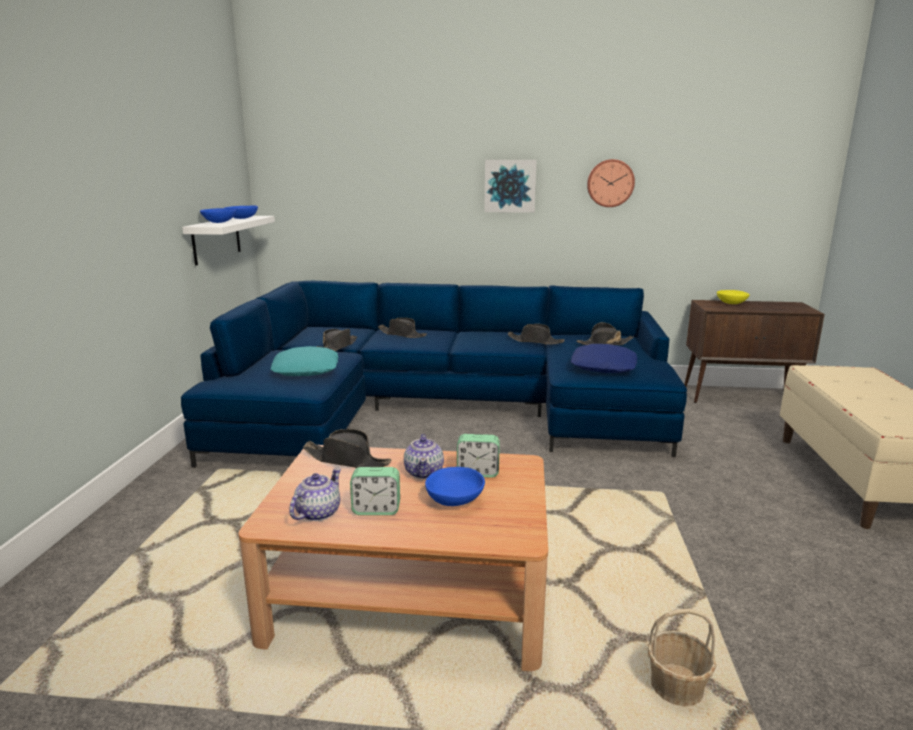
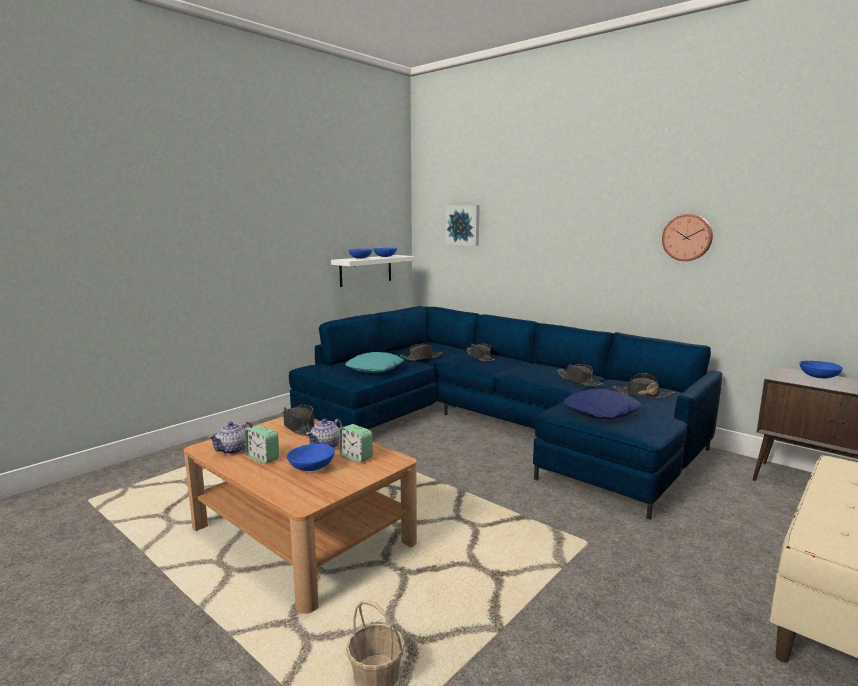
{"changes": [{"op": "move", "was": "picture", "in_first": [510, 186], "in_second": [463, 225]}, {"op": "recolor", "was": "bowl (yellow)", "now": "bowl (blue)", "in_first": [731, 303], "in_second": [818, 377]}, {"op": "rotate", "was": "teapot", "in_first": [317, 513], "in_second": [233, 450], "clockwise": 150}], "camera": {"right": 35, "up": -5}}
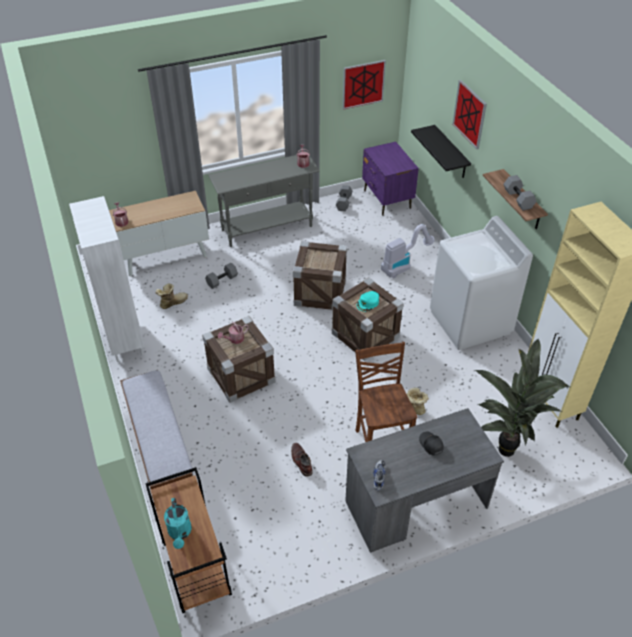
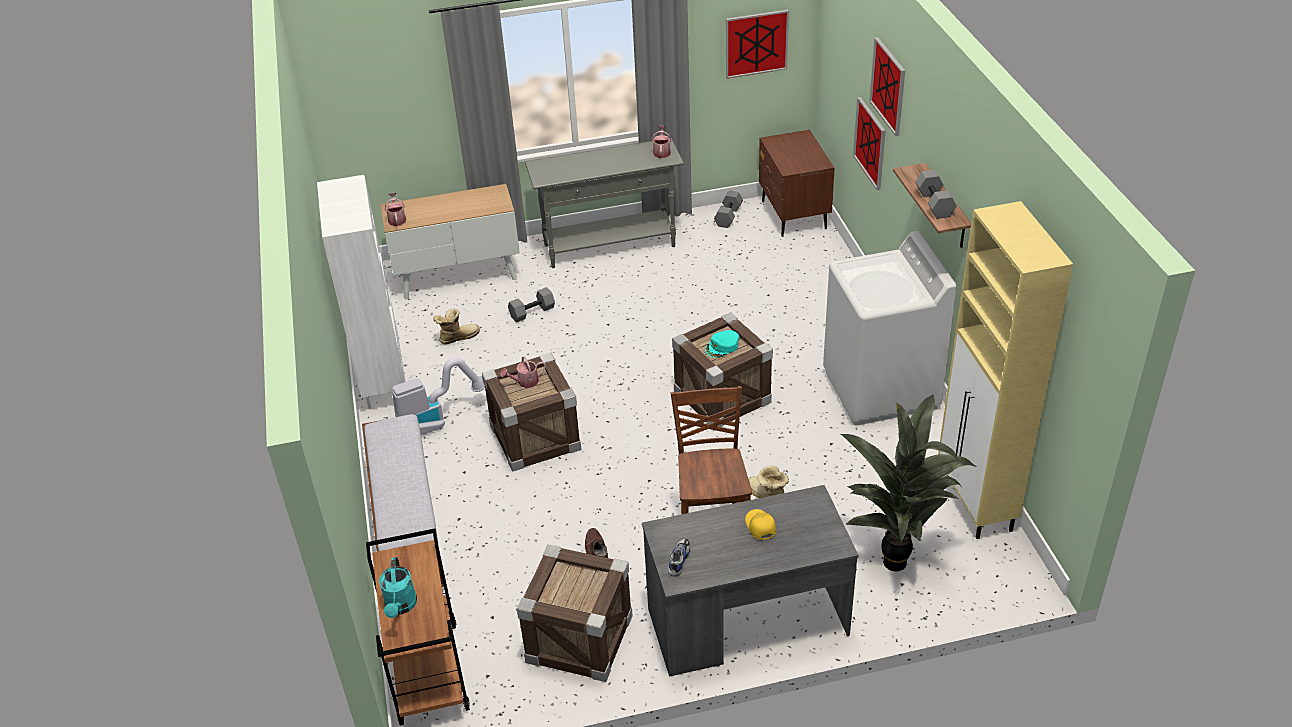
{"changes": [{"op": "move", "was": "crate", "in_first": [320, 292], "in_second": [579, 639]}, {"op": "move", "was": "vacuum cleaner", "in_first": [403, 265], "in_second": [437, 421]}, {"op": "replace", "was": "shelf (black)", "now": "picture", "in_first": [451, 152], "in_second": [870, 143]}, {"op": "recolor", "was": "nightstand (purple)", "now": "nightstand (brown)", "in_first": [387, 200], "in_second": [793, 215]}, {"op": "recolor", "was": "cap (black)", "now": "cap (yellow)", "in_first": [430, 445], "in_second": [760, 527]}], "camera": {"right": 10, "up": -5}}
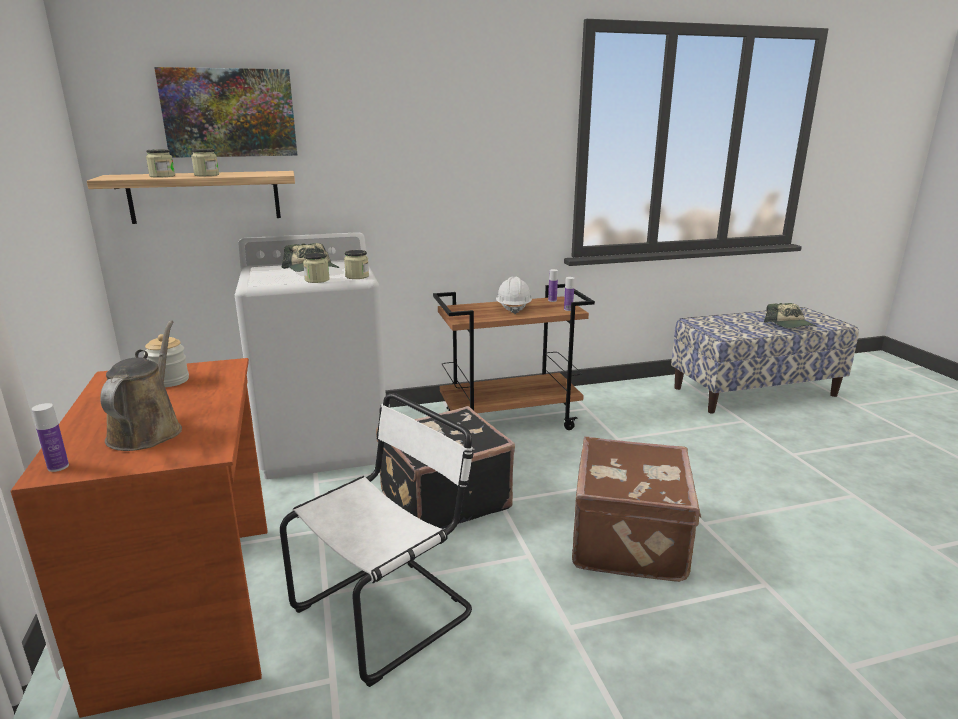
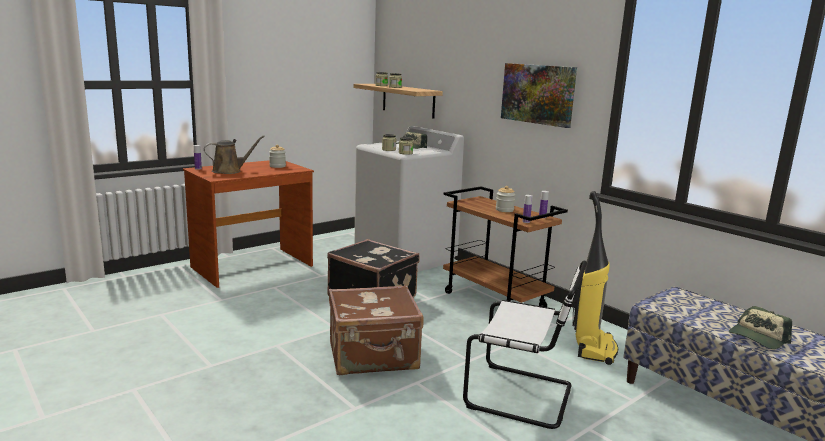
{"changes": [{"op": "insert", "now": "vacuum cleaner", "in_second": [593, 348]}, {"op": "move", "was": "picture", "in_first": [229, 113], "in_second": [538, 94]}, {"op": "move", "was": "chair (white)", "in_first": [389, 609], "in_second": [523, 396]}, {"op": "replace", "was": "hard hat (white)", "now": "jar", "in_first": [513, 308], "in_second": [504, 210]}], "camera": {"right": 65, "up": -5}}
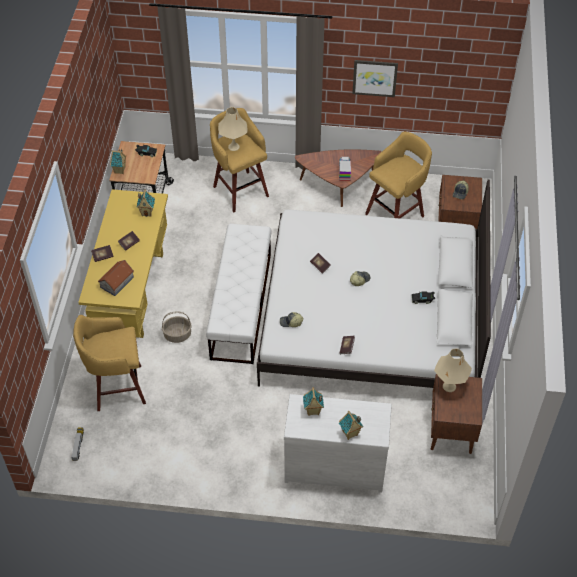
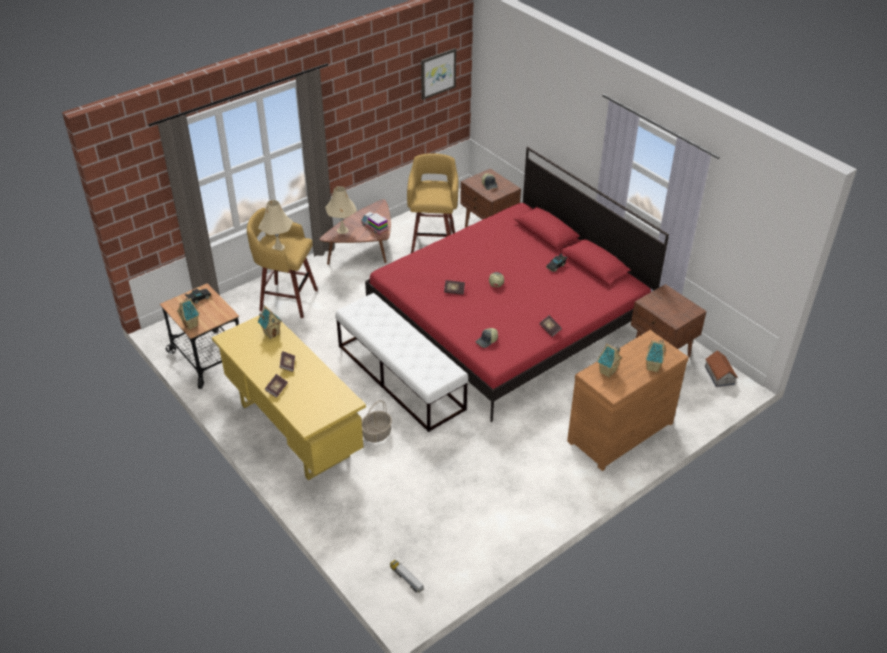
{"changes": [{"op": "delete", "was": "stool (yellow)", "in_first": [117, 388]}, {"op": "move", "was": "toy house", "in_first": [116, 282], "in_second": [719, 375]}, {"op": "move", "was": "picture", "in_first": [374, 77], "in_second": [437, 73]}, {"op": "move", "was": "table lamp (beige)", "in_first": [449, 386], "in_second": [342, 230]}, {"op": "recolor", "was": "bed (white)", "now": "bed (red)", "in_first": [371, 317], "in_second": [508, 319]}, {"op": "recolor", "was": "dresser (white)", "now": "dresser (brown)", "in_first": [334, 464], "in_second": [617, 431]}], "camera": {"right": -45, "up": -10}}
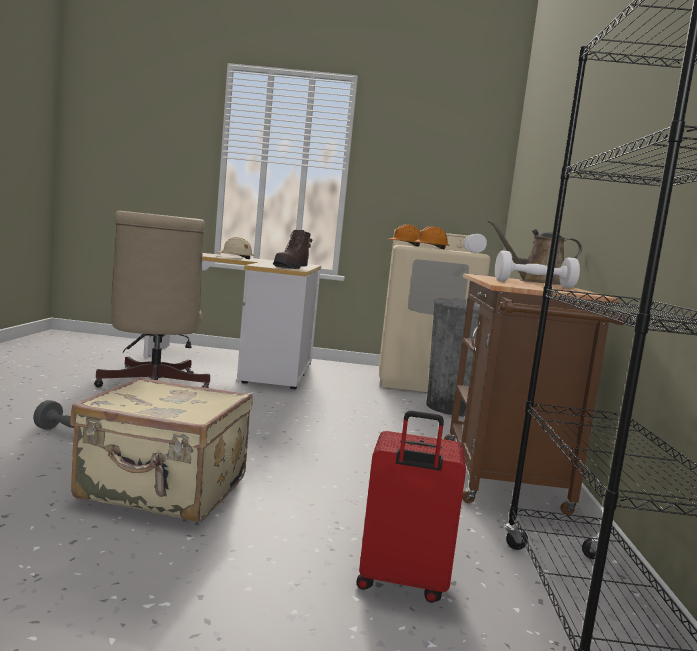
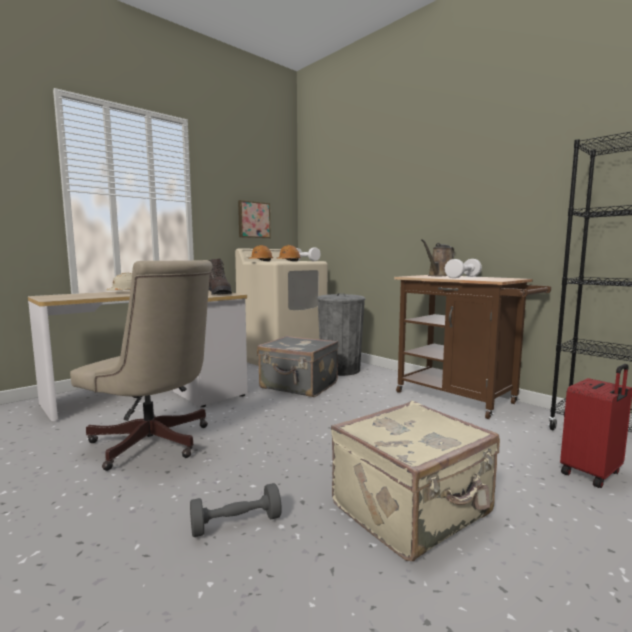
{"changes": [{"op": "insert", "now": "picture", "in_second": [253, 220]}, {"op": "insert", "now": "suitcase (grey)", "in_second": [299, 386]}], "camera": {"right": -45, "up": 0}}
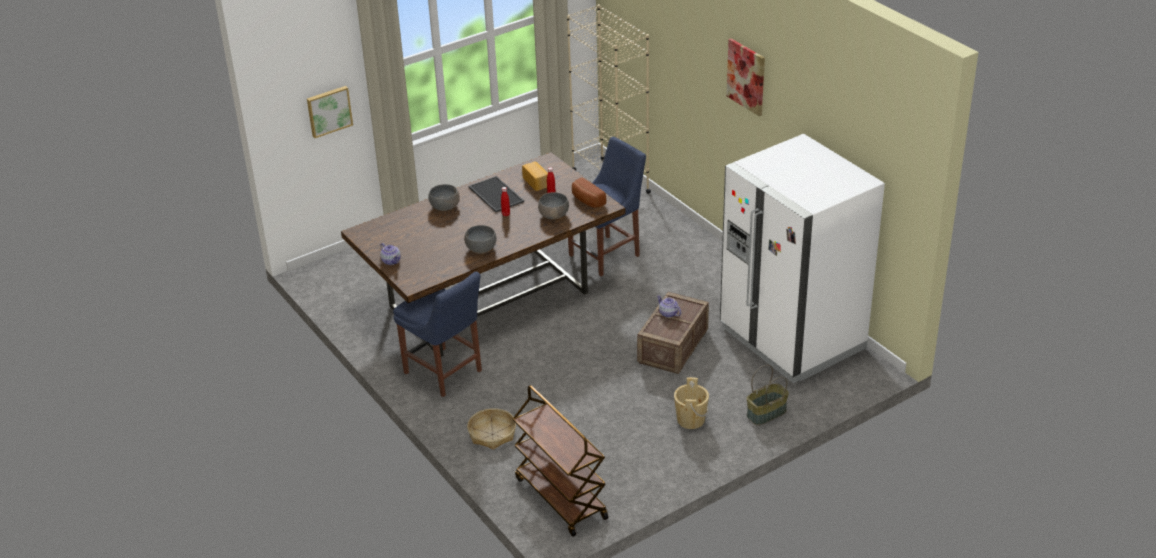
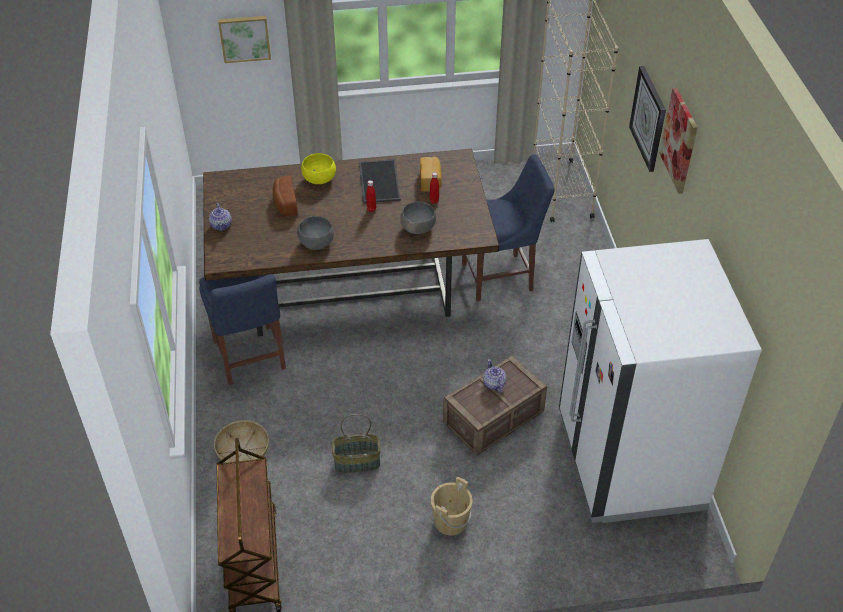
{"changes": [{"op": "insert", "now": "wall clock", "in_second": [648, 118]}, {"op": "move", "was": "bread", "in_first": [586, 201], "in_second": [284, 203]}, {"op": "move", "was": "basket", "in_first": [766, 414], "in_second": [356, 462]}, {"op": "recolor", "was": "bowl (grey)", "now": "bowl (yellow)", "in_first": [445, 207], "in_second": [319, 179]}], "camera": {"right": 25, "up": 10}}
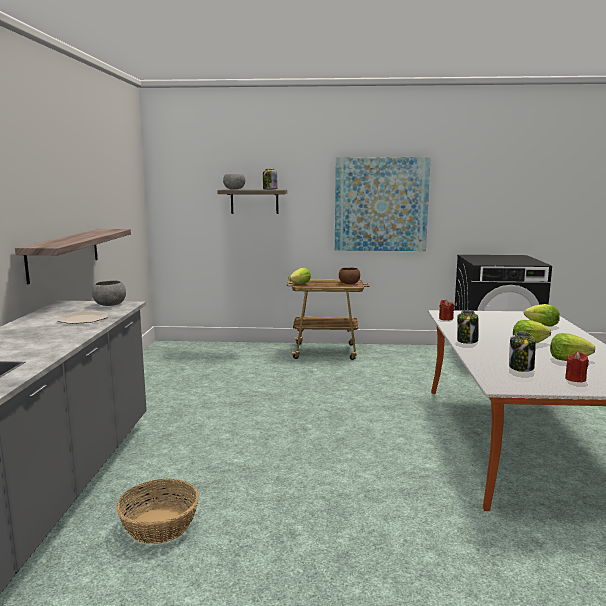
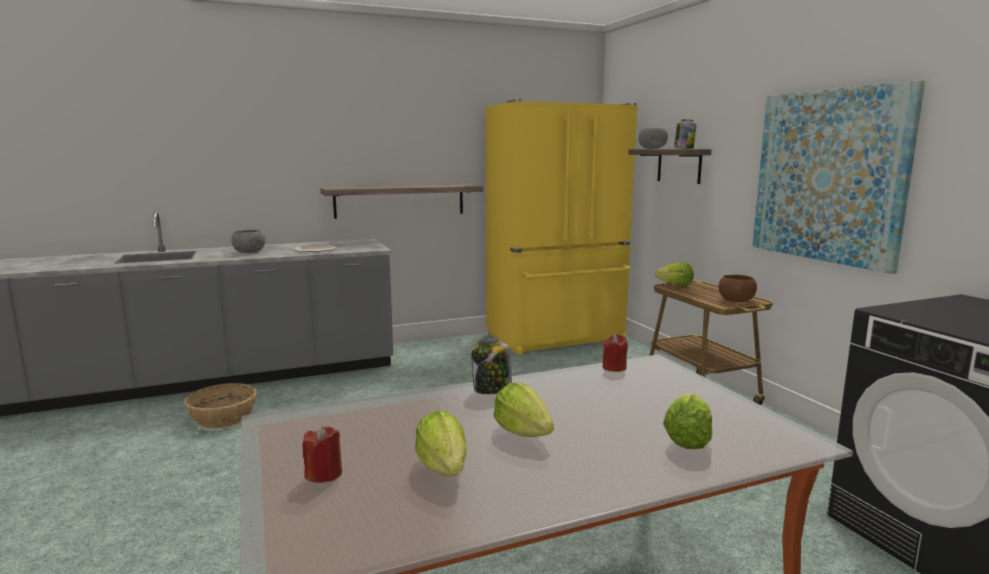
{"changes": [{"op": "delete", "was": "jar", "in_first": [521, 367]}, {"op": "insert", "now": "fridge (yellow)", "in_second": [557, 337]}, {"op": "move", "was": "bowl (grey)", "in_first": [110, 304], "in_second": [250, 252]}], "camera": {"right": 65, "up": 0}}
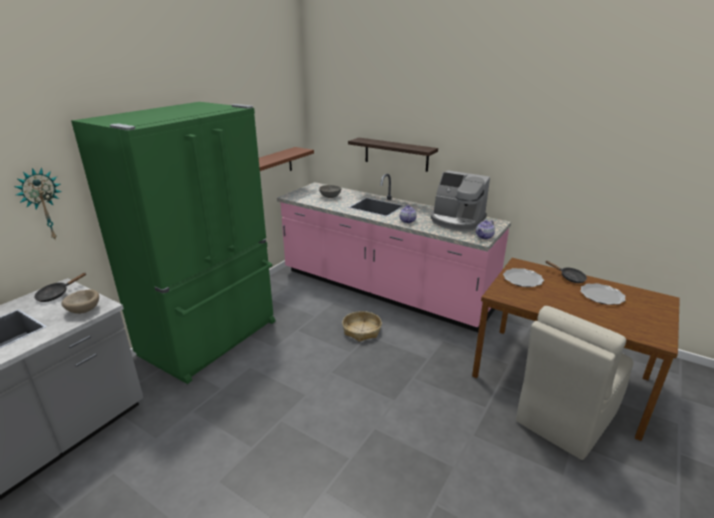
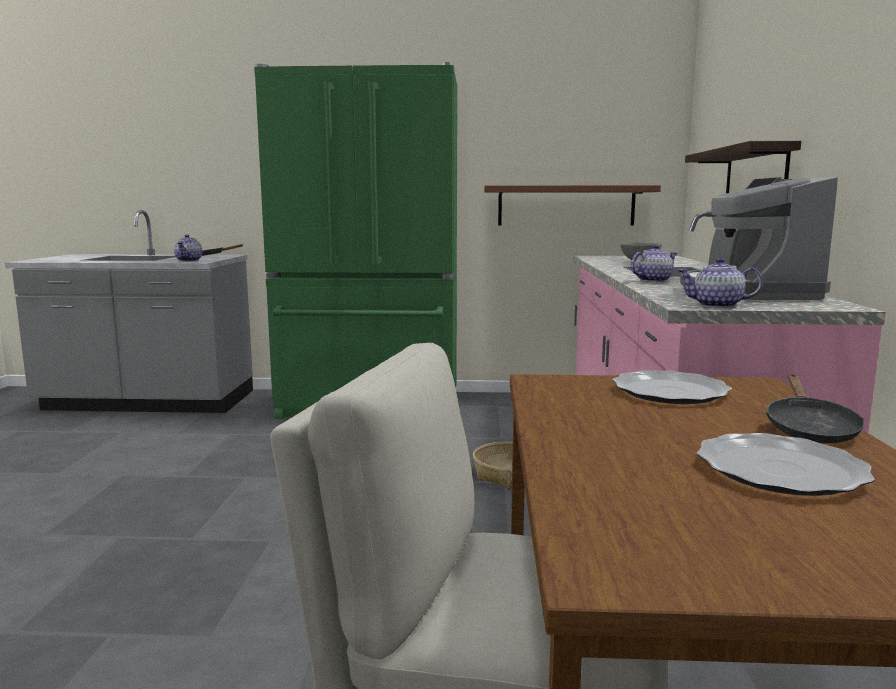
{"changes": [{"op": "delete", "was": "wall clock", "in_first": [42, 205]}, {"op": "replace", "was": "bowl (beige)", "now": "teapot", "in_first": [84, 310], "in_second": [189, 260]}], "camera": {"right": 60, "up": -15}}
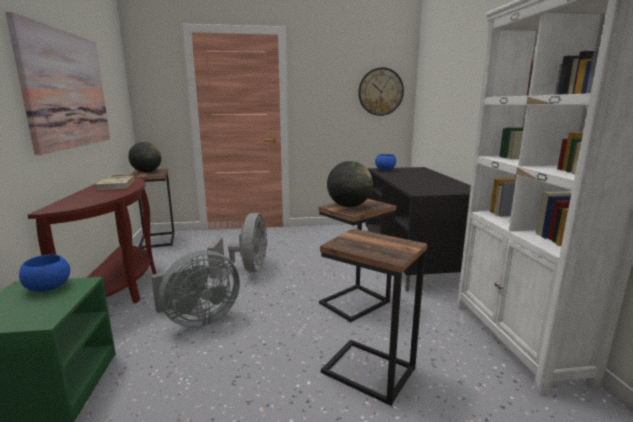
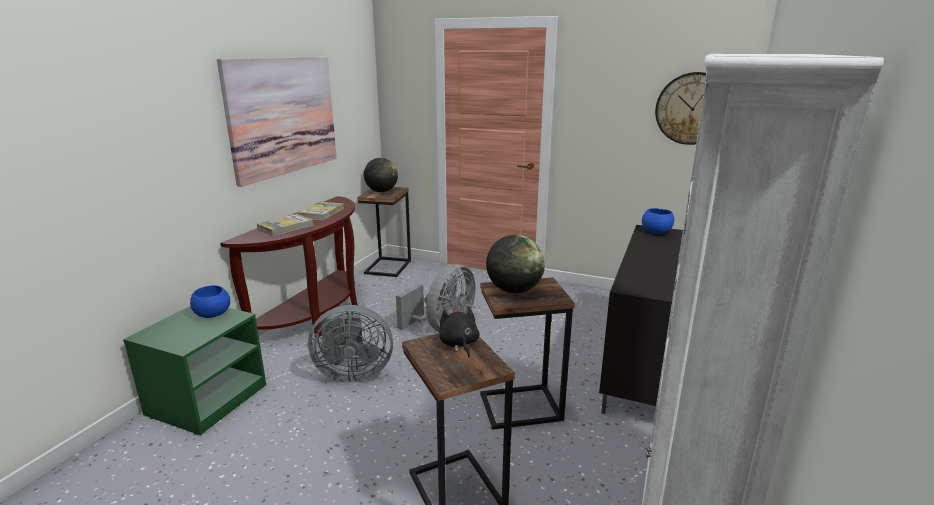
{"changes": [{"op": "insert", "now": "book", "in_second": [285, 227]}, {"op": "insert", "now": "plush toy (black)", "in_second": [459, 344]}], "camera": {"right": 30, "up": 5}}
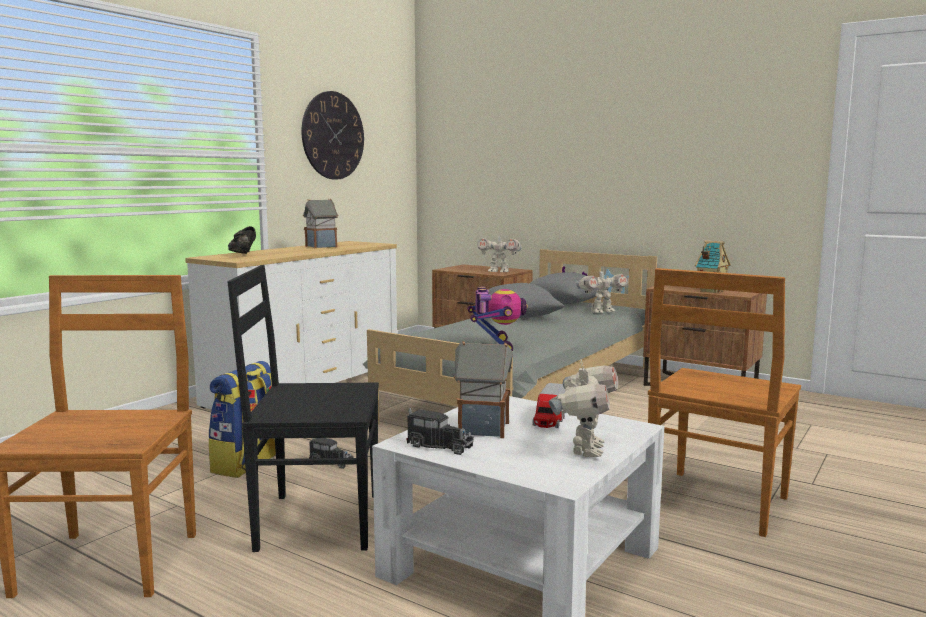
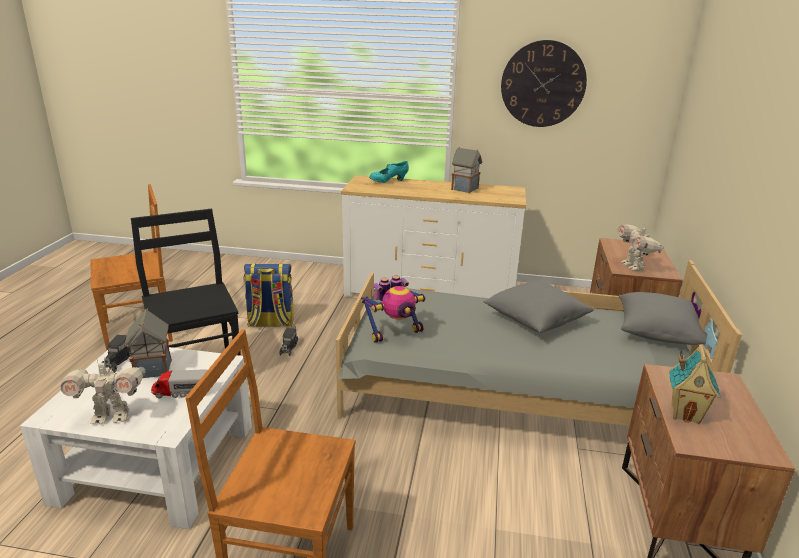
{"changes": [{"op": "delete", "was": "toy robot", "in_first": [601, 312]}, {"op": "recolor", "was": "shoe (black)", "now": "shoe (turquoise)", "in_first": [243, 254], "in_second": [388, 181]}], "camera": {"right": 65, "up": 15}}
